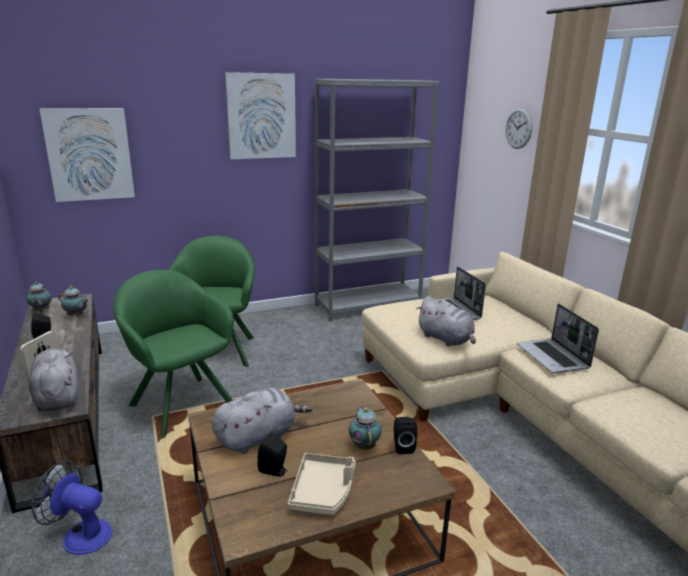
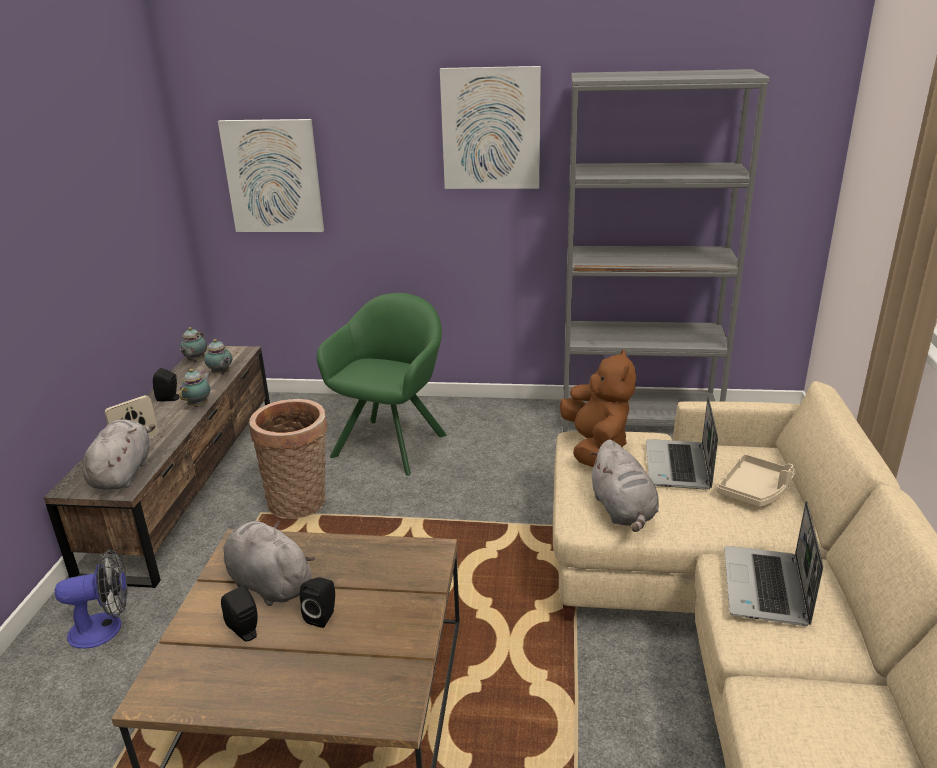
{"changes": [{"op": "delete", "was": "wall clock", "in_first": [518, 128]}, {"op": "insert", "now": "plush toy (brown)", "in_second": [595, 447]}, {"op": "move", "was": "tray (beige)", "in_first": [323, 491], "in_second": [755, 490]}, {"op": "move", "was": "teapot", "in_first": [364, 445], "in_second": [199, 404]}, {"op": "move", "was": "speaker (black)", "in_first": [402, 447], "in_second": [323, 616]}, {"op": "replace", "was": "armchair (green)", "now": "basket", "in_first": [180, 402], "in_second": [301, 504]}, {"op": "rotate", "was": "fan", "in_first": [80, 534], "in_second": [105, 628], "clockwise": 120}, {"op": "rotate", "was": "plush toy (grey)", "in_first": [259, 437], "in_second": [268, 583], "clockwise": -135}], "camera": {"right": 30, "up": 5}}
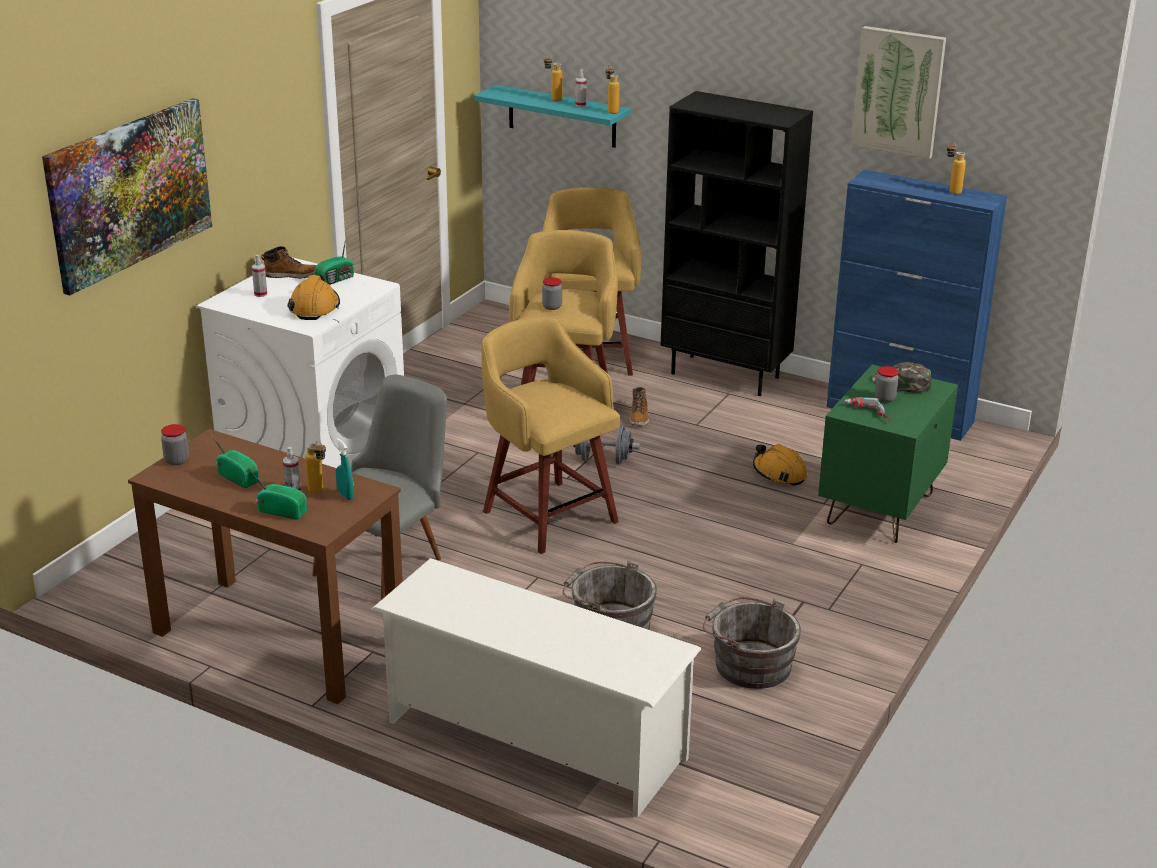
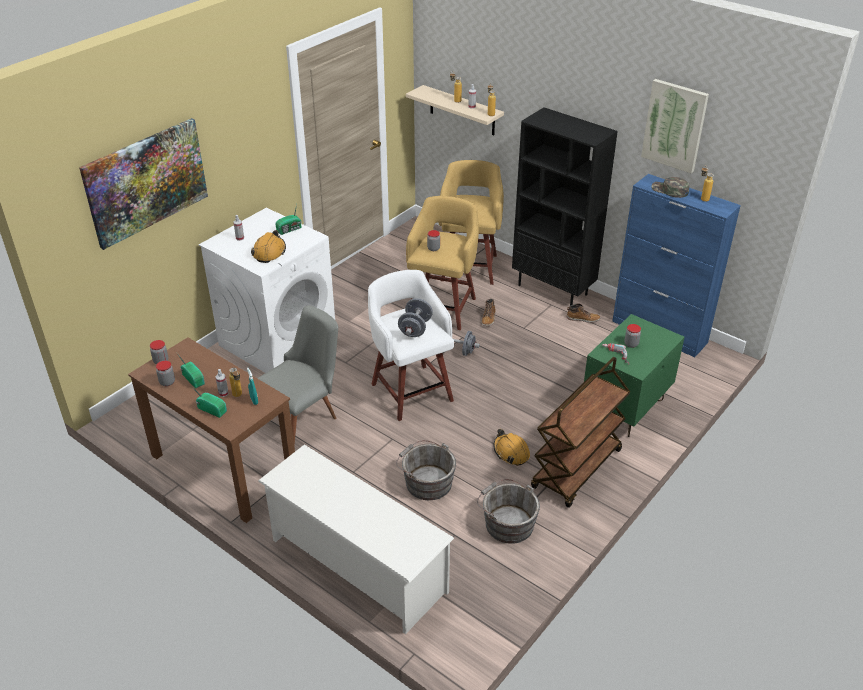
{"changes": [{"op": "insert", "now": "jar", "in_second": [167, 382]}, {"op": "insert", "now": "dumbbell (grey)", "in_second": [415, 328]}, {"op": "insert", "now": "cart (brown)", "in_second": [577, 470]}, {"op": "move", "was": "boot", "in_first": [292, 275], "in_second": [583, 319]}, {"op": "move", "was": "hard hat (orange)", "in_first": [779, 473], "in_second": [511, 452]}, {"op": "move", "was": "cap (green)", "in_first": [901, 383], "in_second": [669, 190]}, {"op": "recolor", "was": "shelf (turquoise)", "now": "shelf (beige)", "in_first": [562, 116], "in_second": [462, 110]}, {"op": "recolor", "was": "stool (yellow)", "now": "stool (white)", "in_first": [548, 514], "in_second": [411, 390]}], "camera": {"right": 10, "up": 10}}
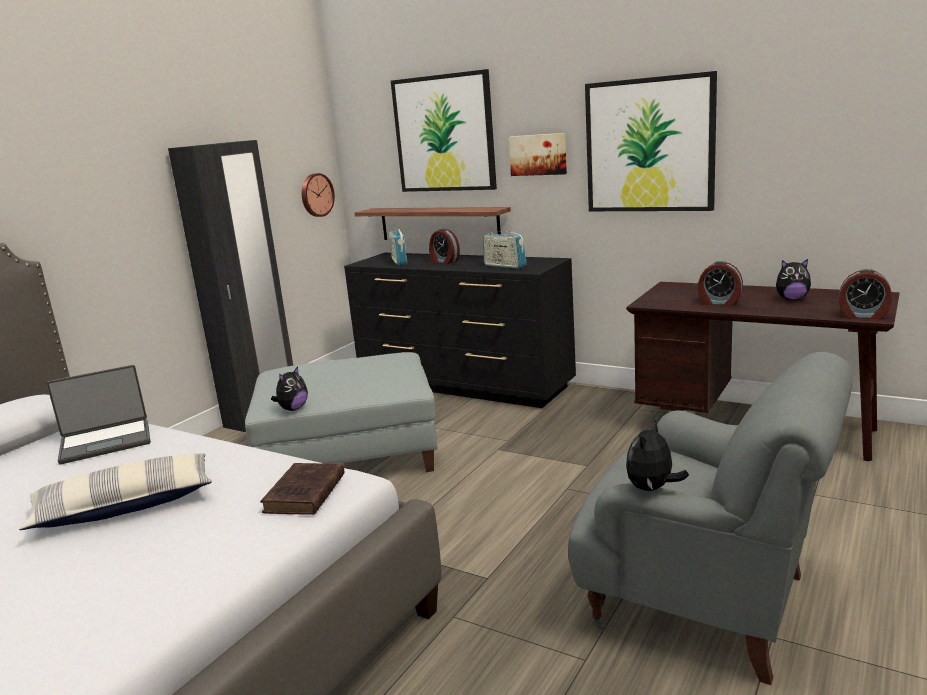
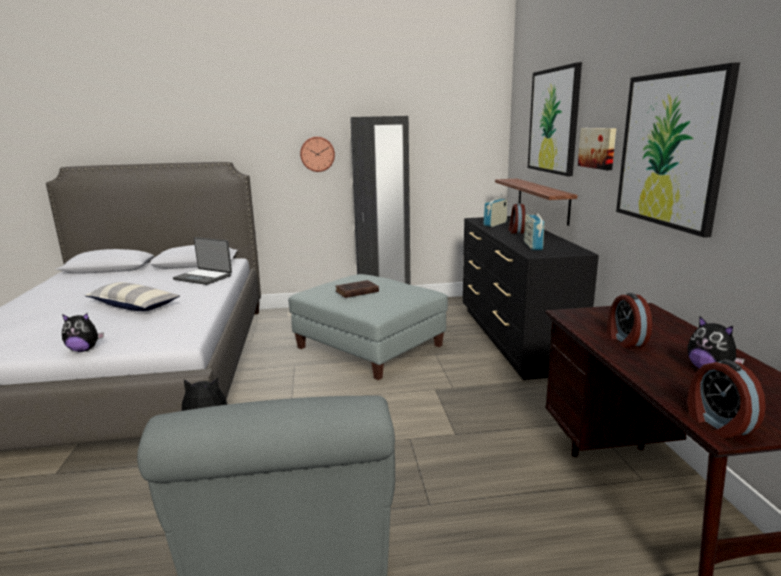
{"changes": [{"op": "move", "was": "book (brown)", "in_first": [304, 495], "in_second": [356, 292]}, {"op": "move", "was": "plush toy", "in_first": [293, 409], "in_second": [84, 350]}, {"op": "move", "was": "wall clock", "in_first": [316, 195], "in_second": [317, 154]}], "camera": {"right": 50, "up": 0}}
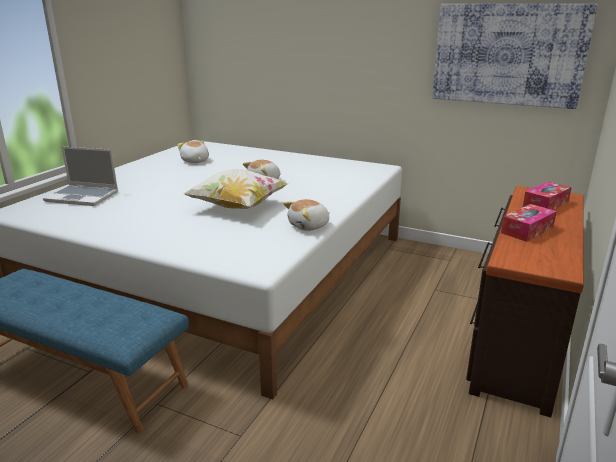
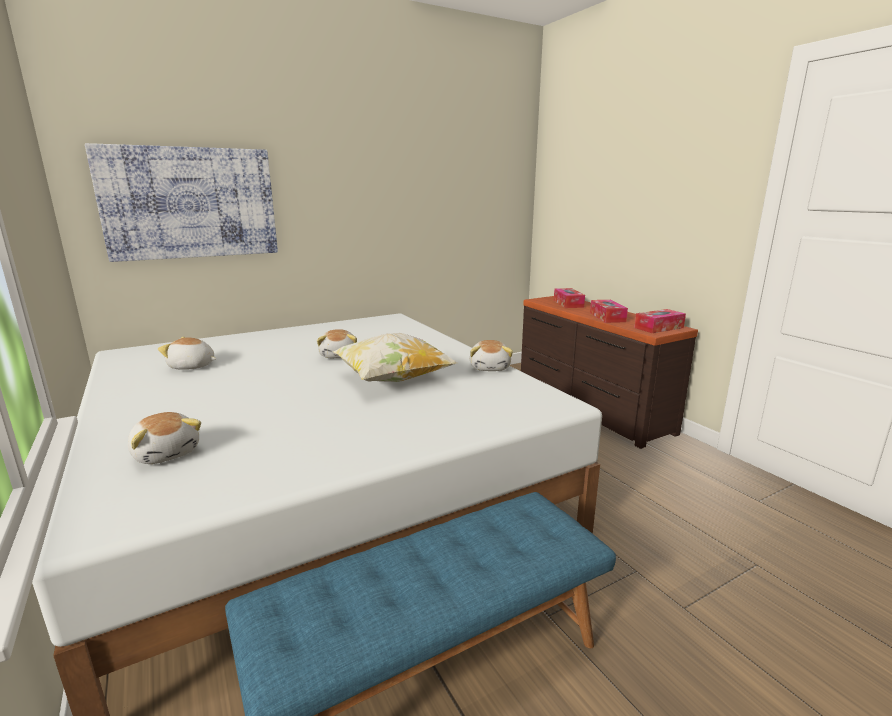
{"changes": [{"op": "insert", "now": "tissue box", "in_second": [658, 328]}, {"op": "move", "was": "picture", "in_first": [508, 54], "in_second": [190, 203]}, {"op": "replace", "was": "laptop", "now": "plush toy", "in_first": [83, 196], "in_second": [167, 453]}], "camera": {"right": -55, "up": -5}}
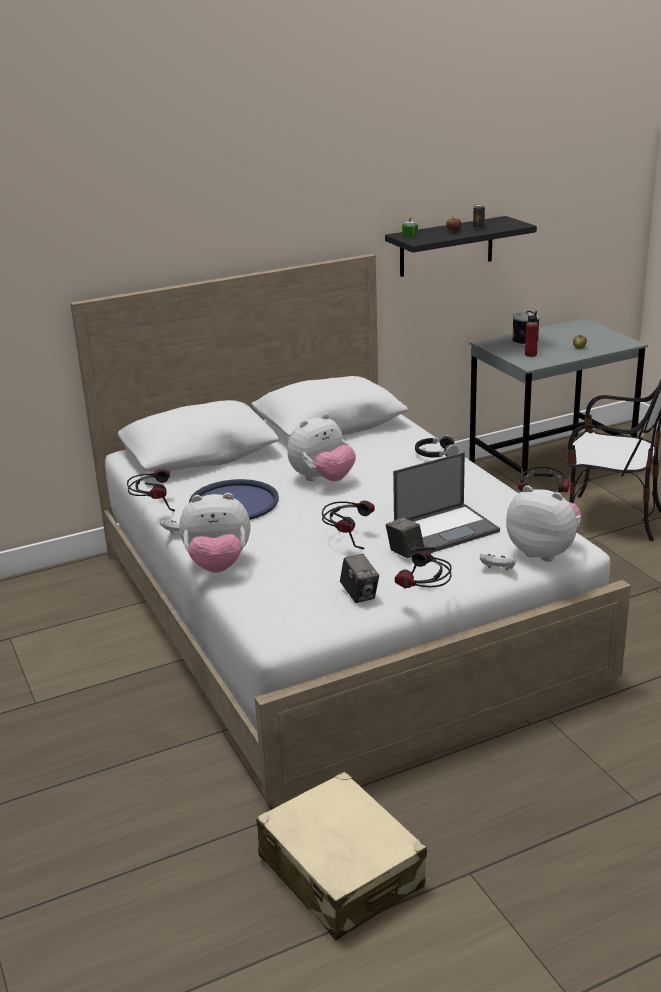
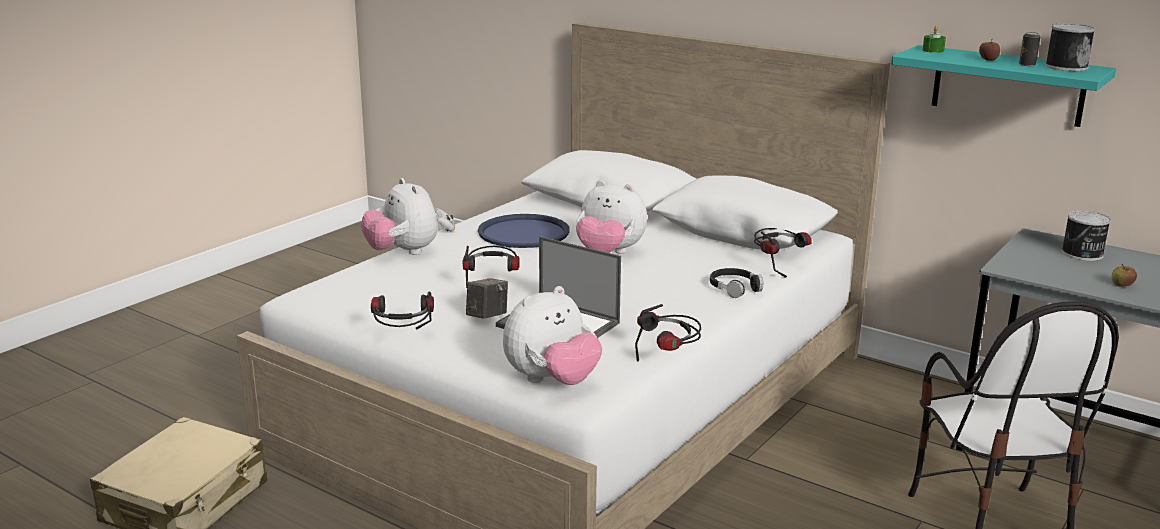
{"changes": [{"op": "delete", "was": "photo camera", "in_first": [359, 594]}, {"op": "delete", "was": "game controller (white)", "in_first": [498, 569]}, {"op": "delete", "was": "bottle (red)", "in_first": [530, 354]}, {"op": "insert", "now": "can", "in_second": [1065, 66]}, {"op": "move", "was": "headphones", "in_first": [153, 508], "in_second": [777, 267]}, {"op": "recolor", "was": "shelf (black)", "now": "shelf (turquoise)", "in_first": [446, 246], "in_second": [1008, 85]}, {"op": "rotate", "was": "plush toy", "in_first": [543, 552], "in_second": [552, 381], "clockwise": 45}], "camera": {"right": 60, "up": -5}}
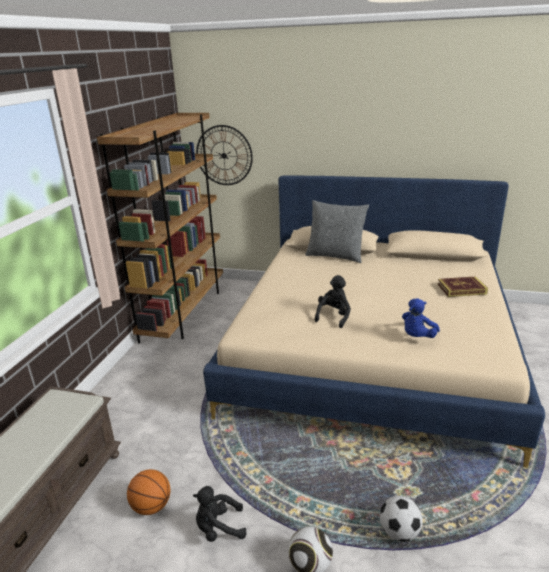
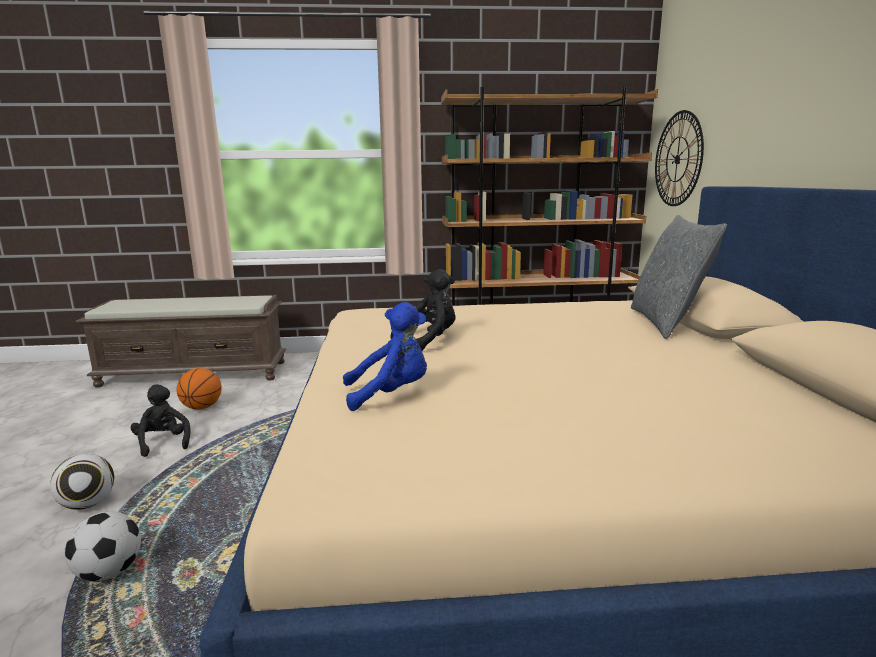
{"changes": [{"op": "delete", "was": "book", "in_first": [461, 289]}, {"op": "rotate", "was": "plush toy (black)", "in_first": [334, 316], "in_second": [429, 340], "clockwise": -45}, {"op": "rotate", "was": "plush toy (blue)", "in_first": [417, 337], "in_second": [390, 394], "clockwise": 150}], "camera": {"right": 70, "up": -10}}
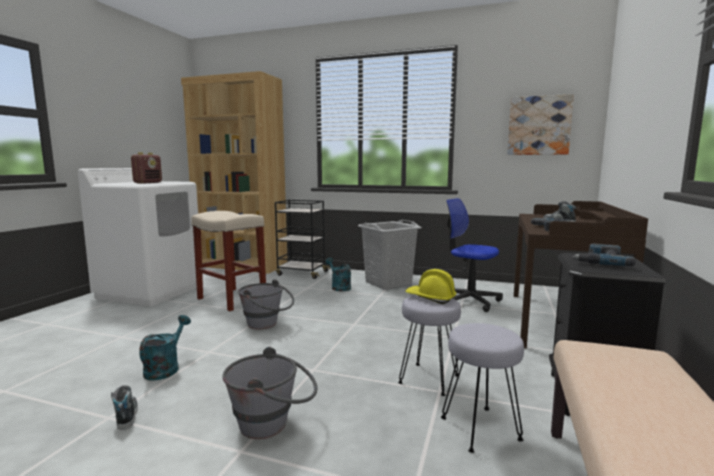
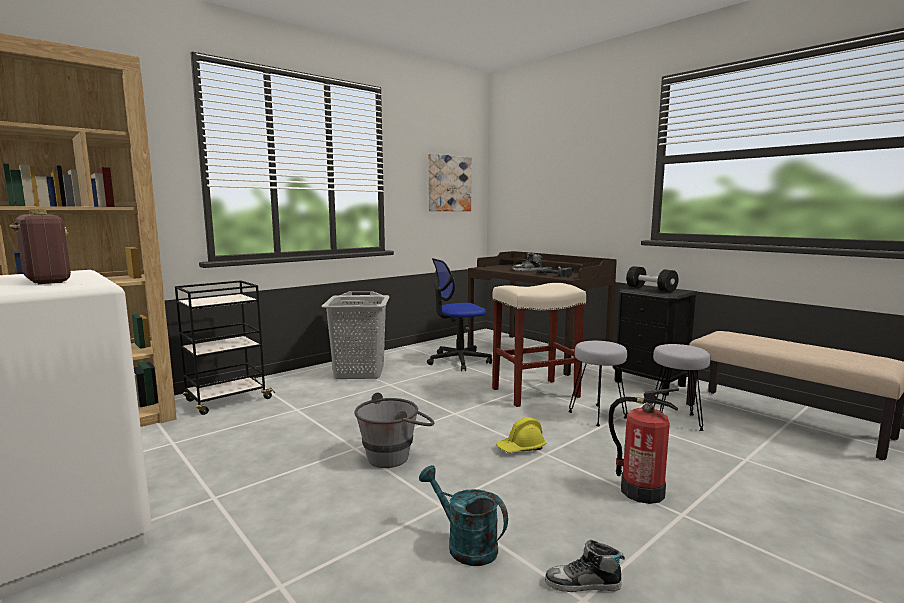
{"changes": [{"op": "delete", "was": "watering can (turquoise)", "in_first": [339, 287]}, {"op": "move", "was": "stool (beige)", "in_first": [232, 299], "in_second": [536, 392]}, {"op": "move", "was": "hard hat (yellow)", "in_first": [430, 298], "in_second": [521, 448]}, {"op": "replace", "was": "bucket (grey)", "now": "fire extinguisher", "in_first": [273, 423], "in_second": [641, 491]}, {"op": "replace", "was": "power drill", "now": "dumbbell (black)", "in_first": [600, 261], "in_second": [650, 289]}], "camera": {"right": -60, "up": 0}}
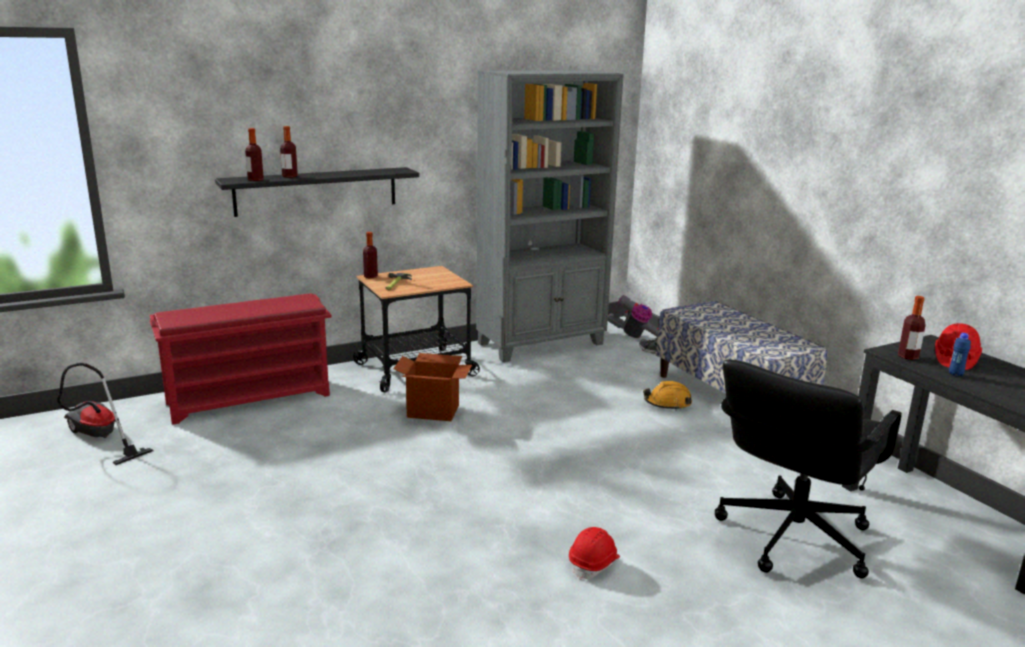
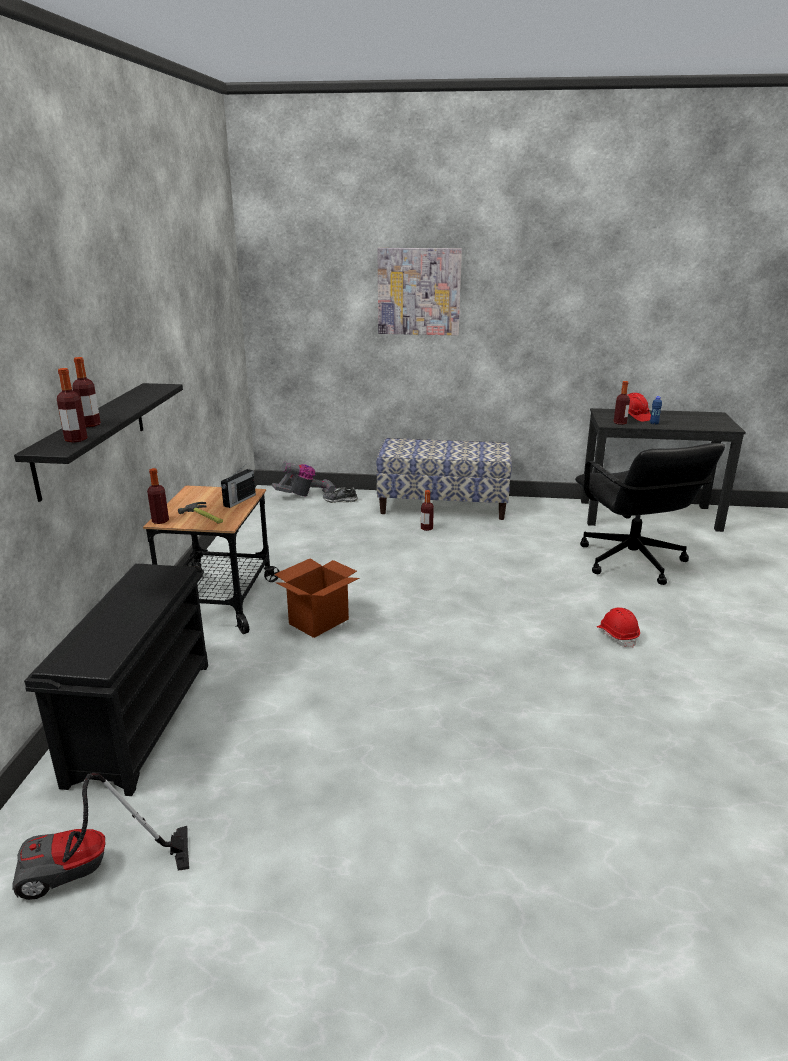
{"changes": [{"op": "delete", "was": "bookcase (grey)", "in_first": [542, 344]}, {"op": "insert", "now": "radio", "in_second": [239, 500]}, {"op": "insert", "now": "picture", "in_second": [419, 291]}, {"op": "replace", "was": "hard hat (orange)", "now": "bottle", "in_first": [667, 403], "in_second": [426, 528]}, {"op": "recolor", "was": "shoe rack (red)", "now": "shoe rack (black)", "in_first": [250, 398], "in_second": [142, 719]}], "camera": {"right": -55, "up": 5}}
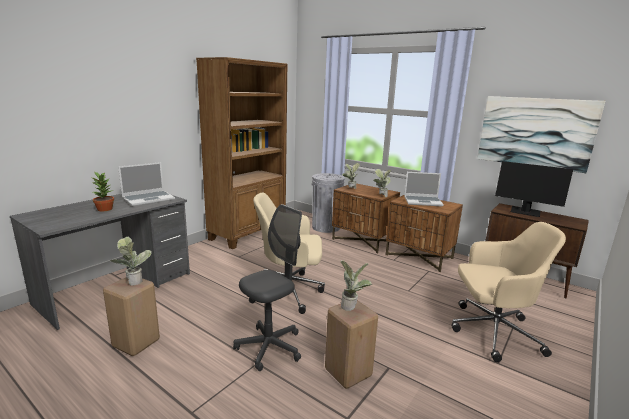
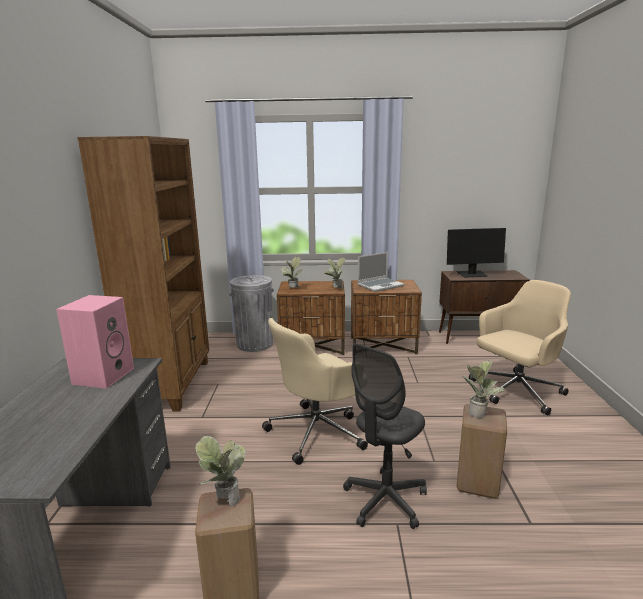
{"changes": [{"op": "delete", "was": "potted plant", "in_first": [105, 209]}, {"op": "delete", "was": "picture", "in_first": [535, 132]}, {"op": "replace", "was": "laptop", "now": "speaker (pink)", "in_first": [149, 199], "in_second": [103, 375]}, {"op": "rotate", "was": "office chair (grey)", "in_first": [269, 347], "in_second": [385, 501], "clockwise": -150}], "camera": {"right": -35, "up": 0}}
